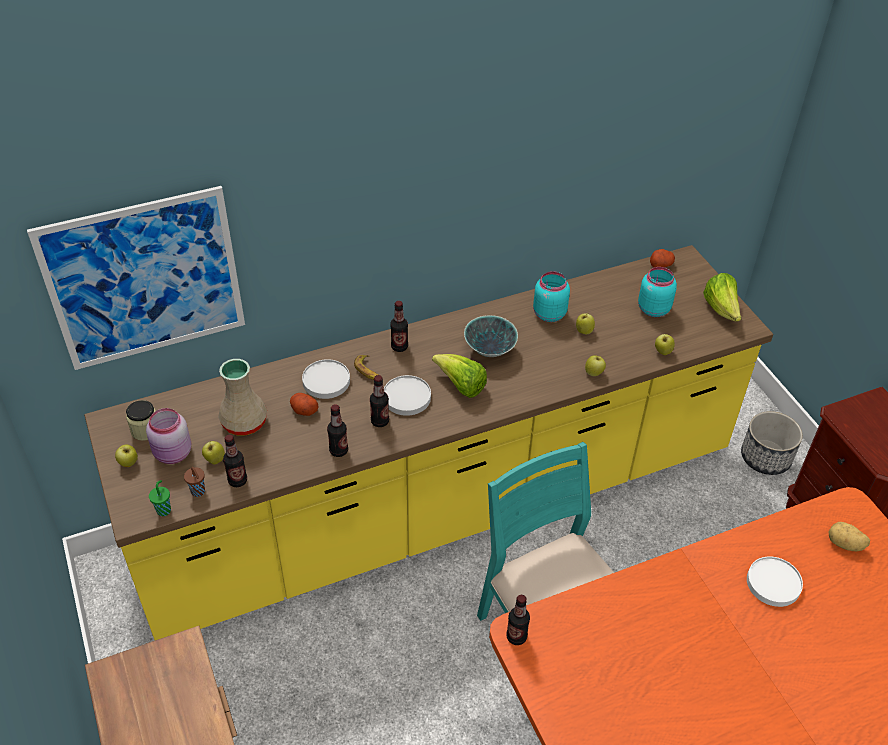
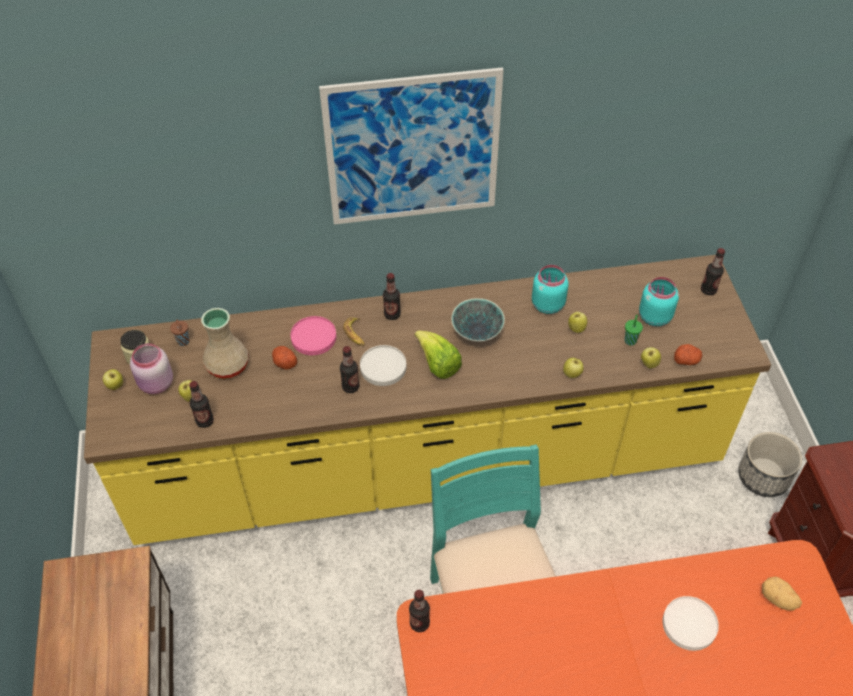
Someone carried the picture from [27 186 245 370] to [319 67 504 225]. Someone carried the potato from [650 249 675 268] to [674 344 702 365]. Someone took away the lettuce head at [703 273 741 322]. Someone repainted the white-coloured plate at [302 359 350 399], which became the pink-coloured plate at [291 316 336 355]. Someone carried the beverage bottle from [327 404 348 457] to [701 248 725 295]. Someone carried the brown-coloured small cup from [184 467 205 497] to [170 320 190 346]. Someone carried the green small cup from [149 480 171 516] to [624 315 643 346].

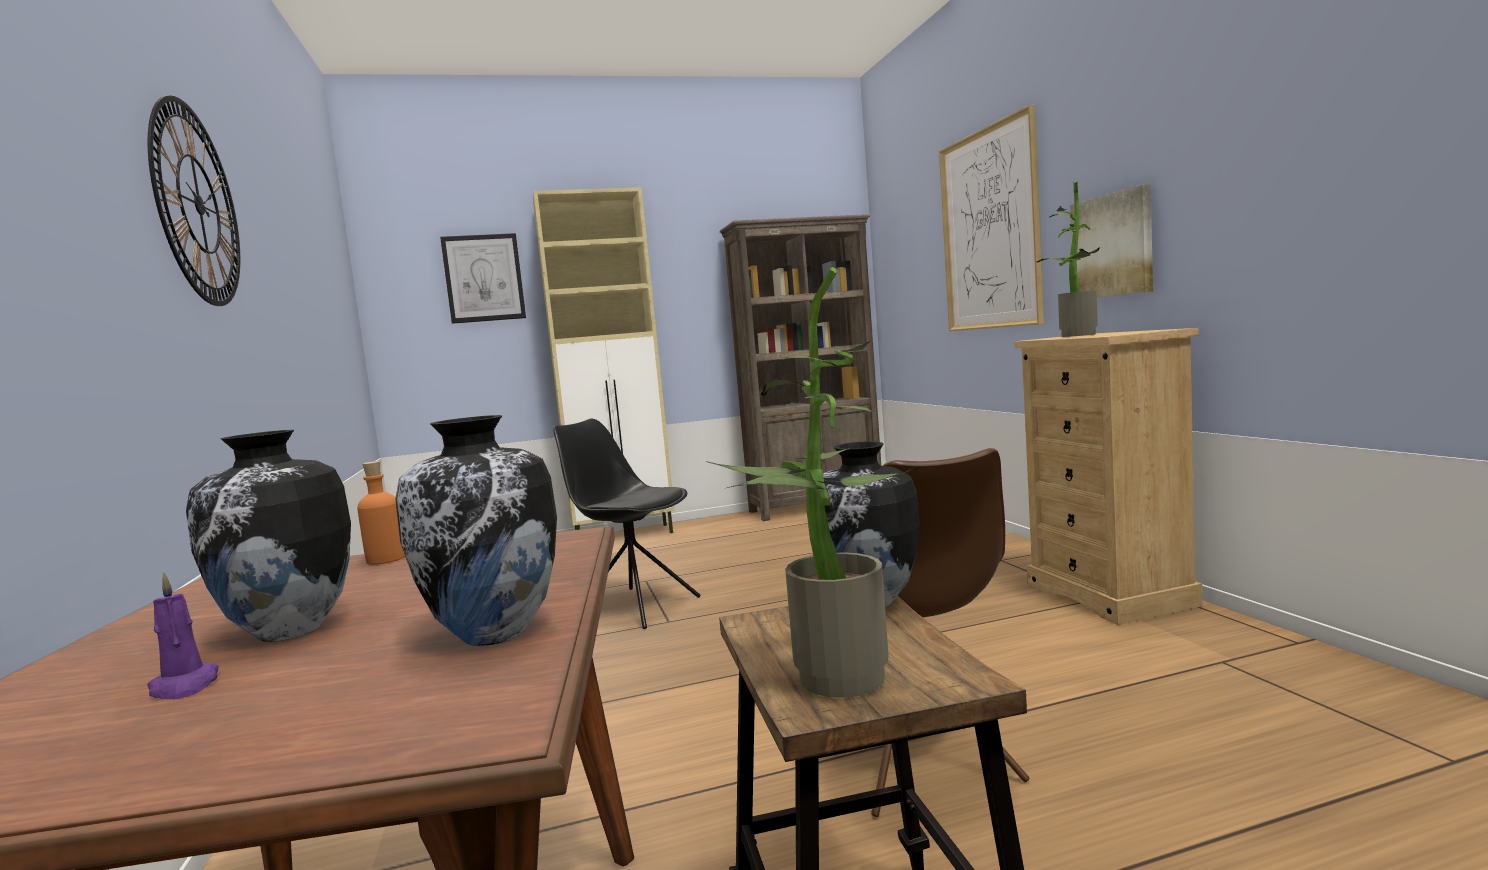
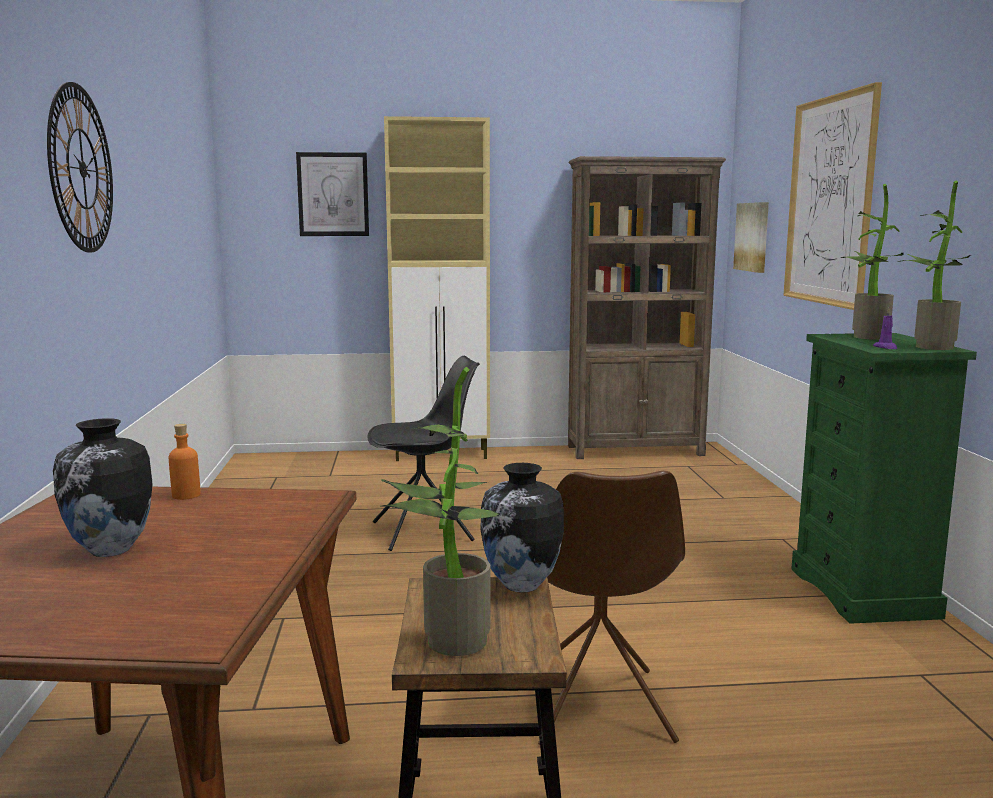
Someone carried the picture from [1070 184 1153 298] to [733 202 769 273]. Someone repainted the beige chest of drawers at [1014 328 1203 625], which became the green chest of drawers at [791 333 977 624]. Someone took away the flower vase at [395 415 557 646]. Someone rotated the blackish upright chair at [553 419 701 629] by 120 degrees clockwise. Someone carried the purple candle from [147 573 219 699] to [873 308 897 349]. Someone put down the houseplant at [898 180 971 350].

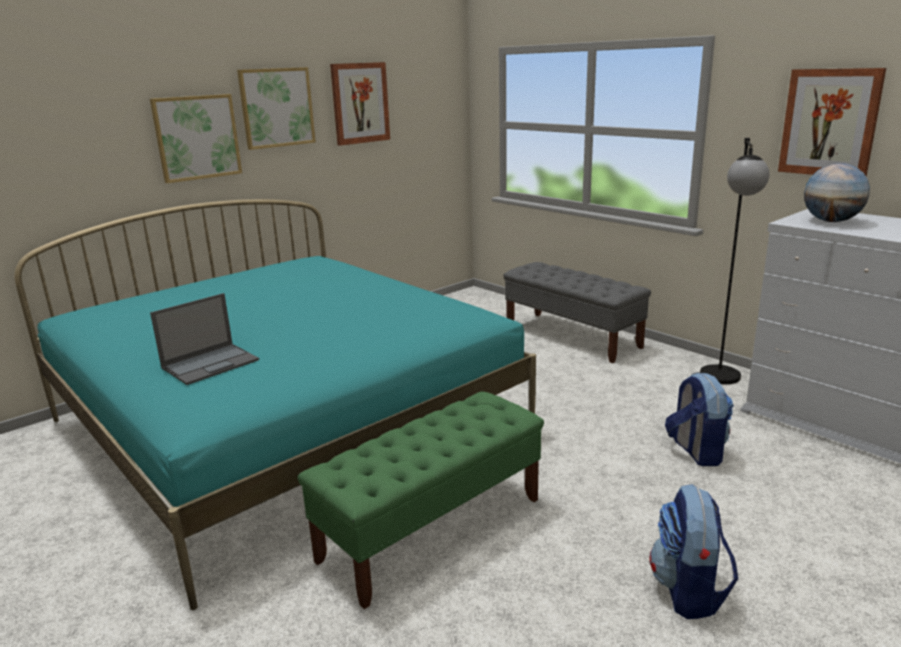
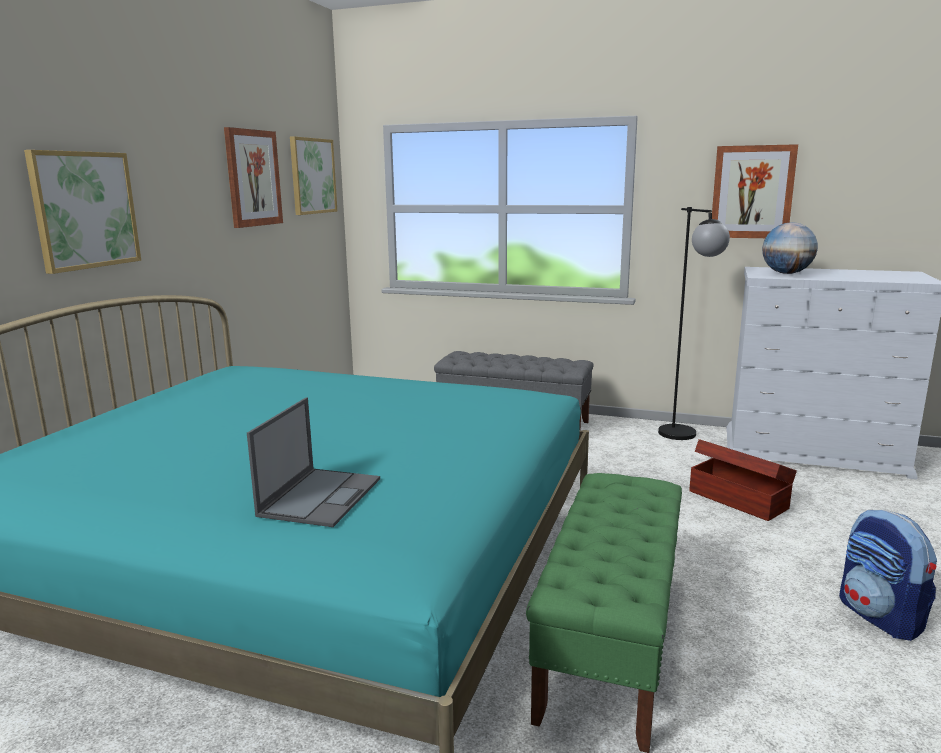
Someone carried the picture from [237 67 316 150] to [290 136 337 215]. Someone swapped the knapsack at [665 372 734 466] for the brown-coloured storage container at [689 439 797 521].

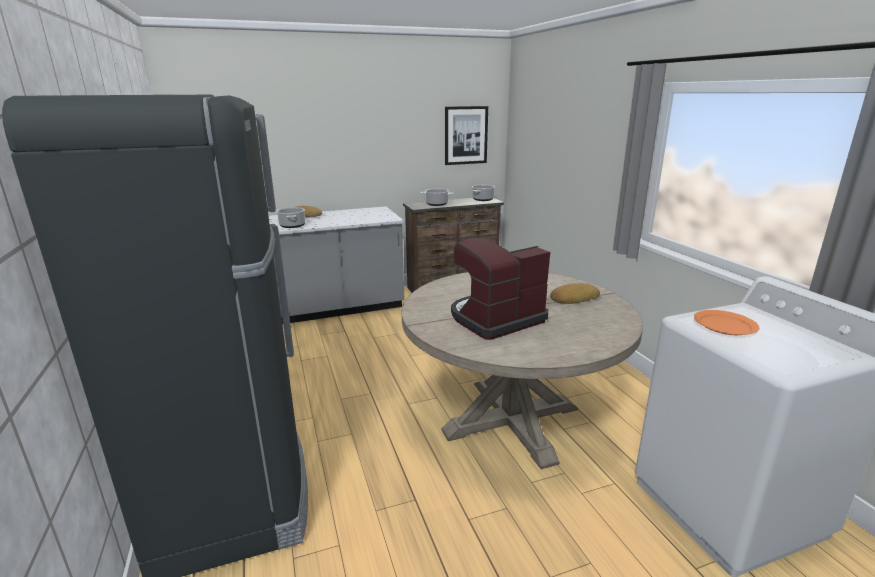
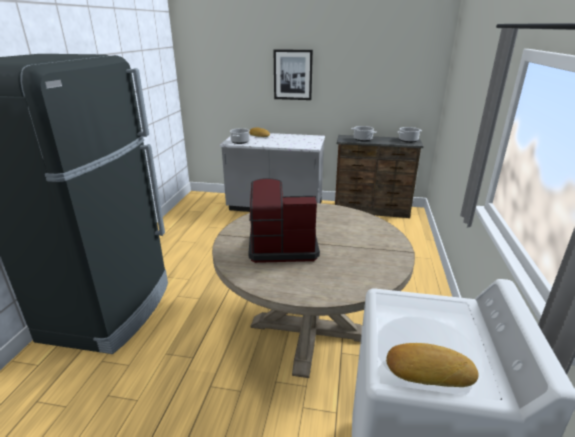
Someone carried the picture from [445 106 488 165] to [274 49 313 100]. Someone carried the bread from [550 283 600 304] to [386 343 479 387]. Someone took away the orange-coloured plate at [694 310 759 335].

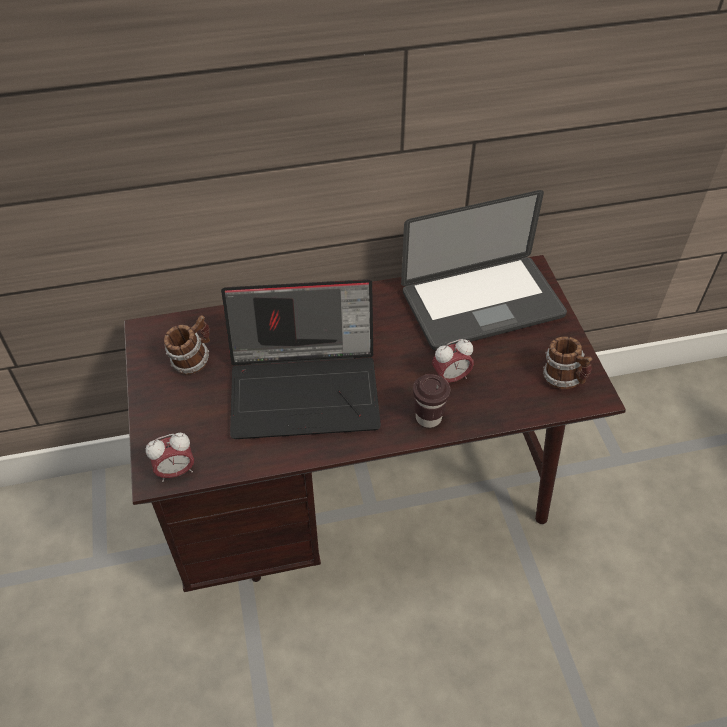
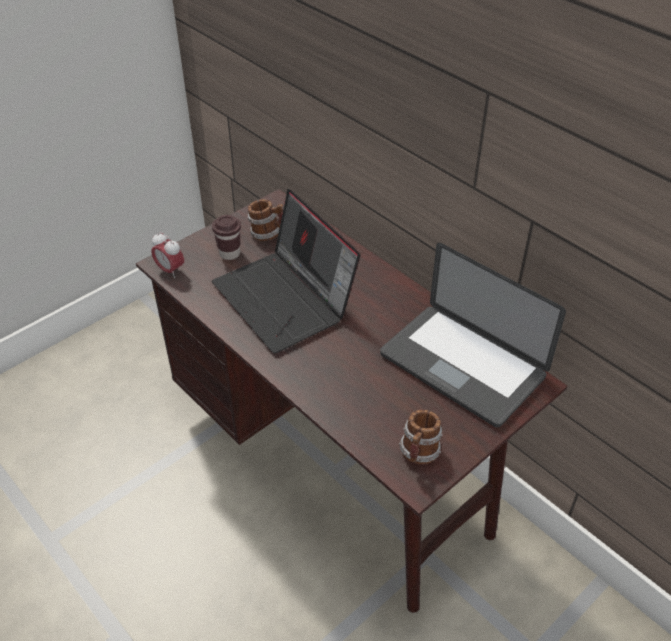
Someone took away the table clock at [432 339 474 383]. Someone carried the brown-coloured small cup from [413 374 450 428] to [212 215 241 260].

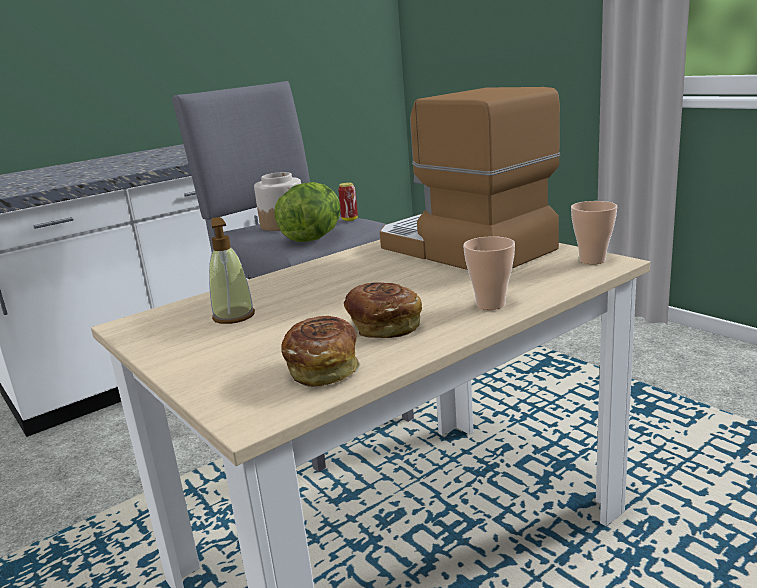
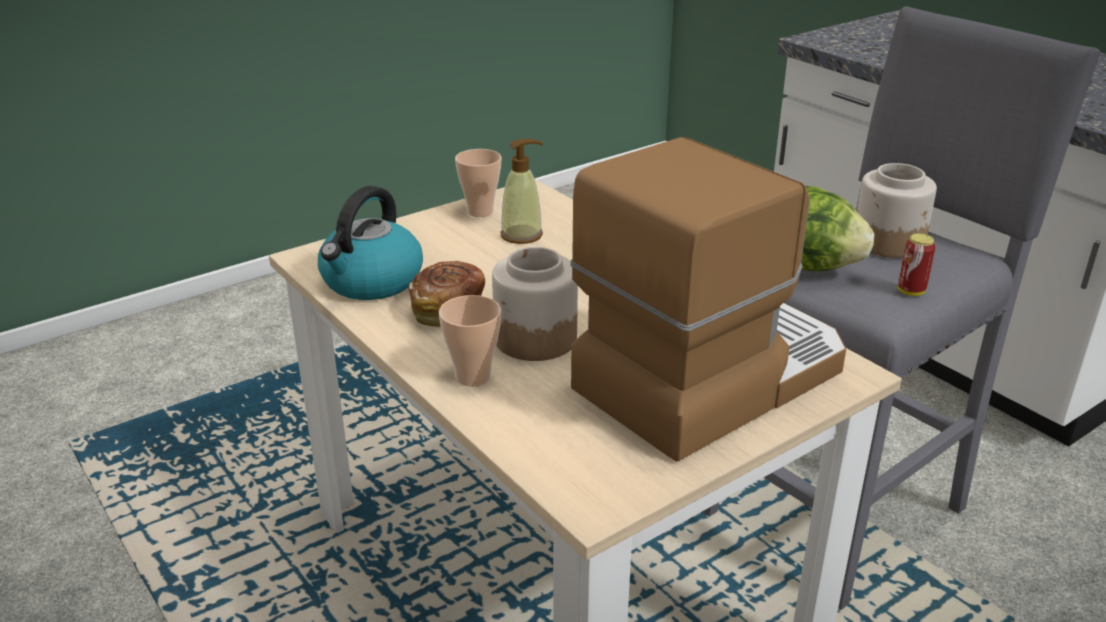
Someone carried the small cup from [571 201 617 264] to [455 149 502 217]. Someone swapped the bread at [281 316 360 387] for the kettle at [318 186 423 300]. Someone put down the storage jar at [492 247 578 361].

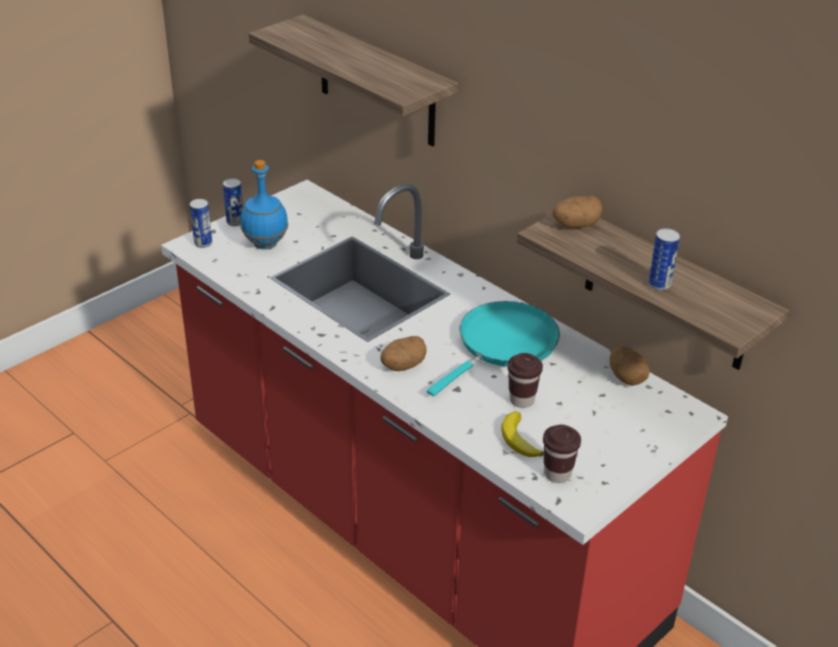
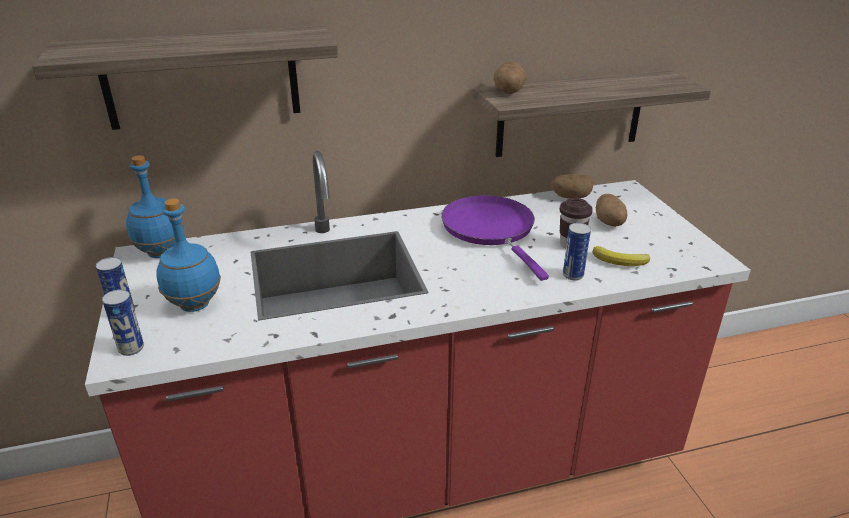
Someone carried the can from [648 228 680 291] to [563 223 591 280]. Someone repainted the blue-green pan at [427 301 560 396], which became the purple pan at [441 195 549 281]. Someone carried the potato from [380 336 427 371] to [596 194 628 227]. Someone took away the brown-coloured small cup at [543 425 581 483]. Someone put down the bluish beverage bottle at [126 155 184 258].

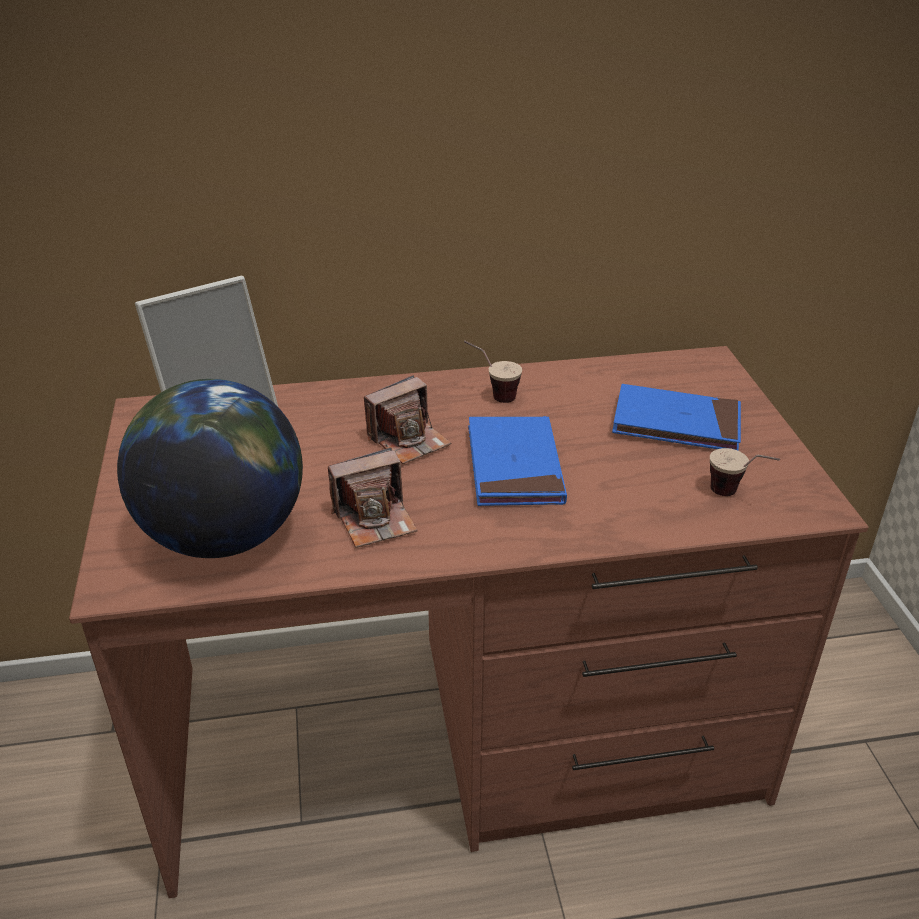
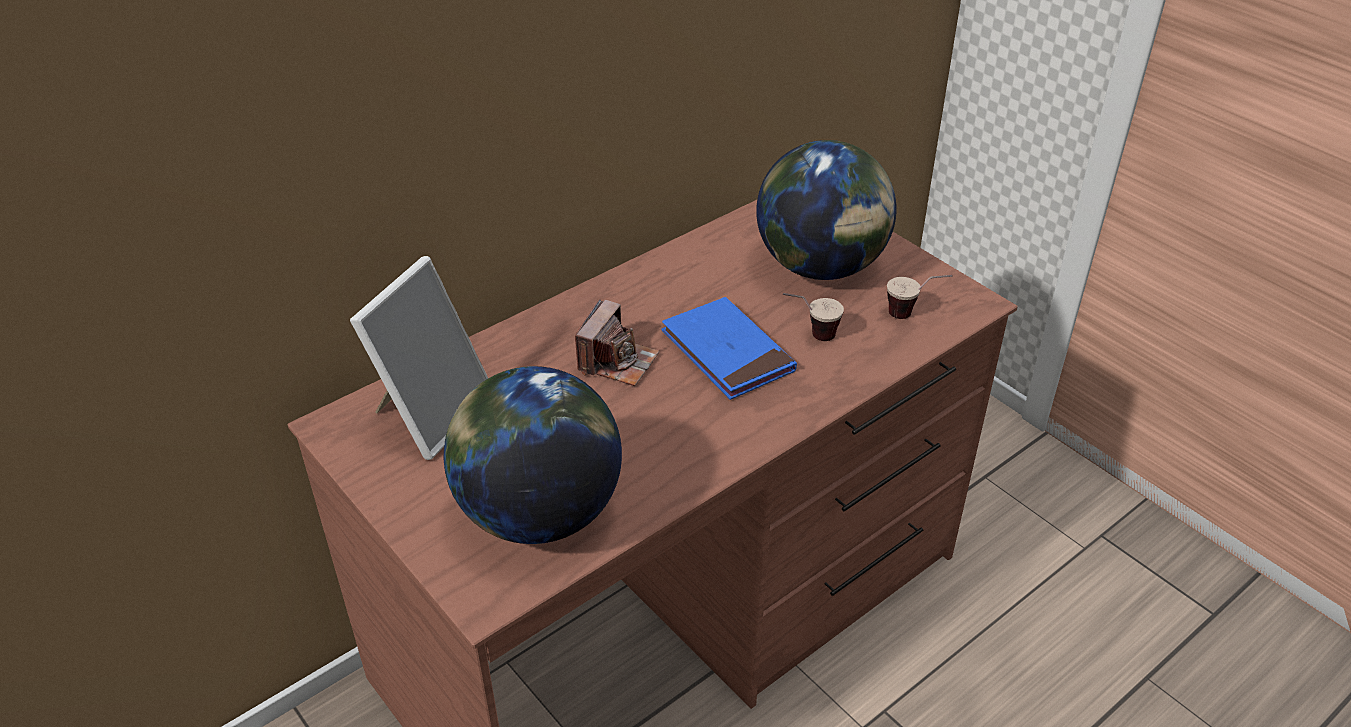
Someone carried the small cup from [464 340 522 403] to [783 293 844 341]. Someone swapped the bluish bound book at [612 384 741 451] for the desk globe at [756 140 896 280]. Someone took away the photo camera at [328 447 418 548].

